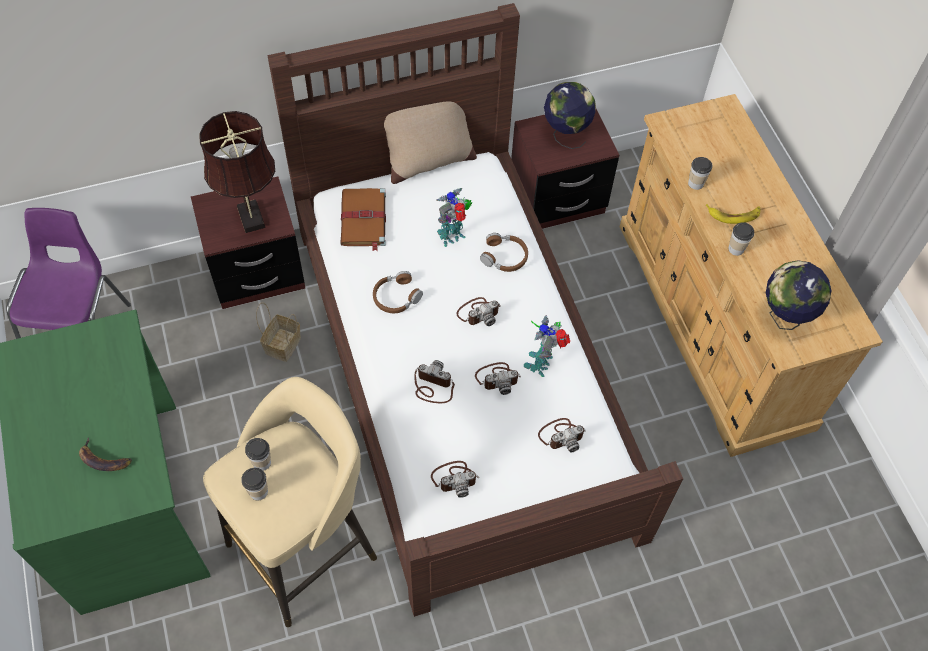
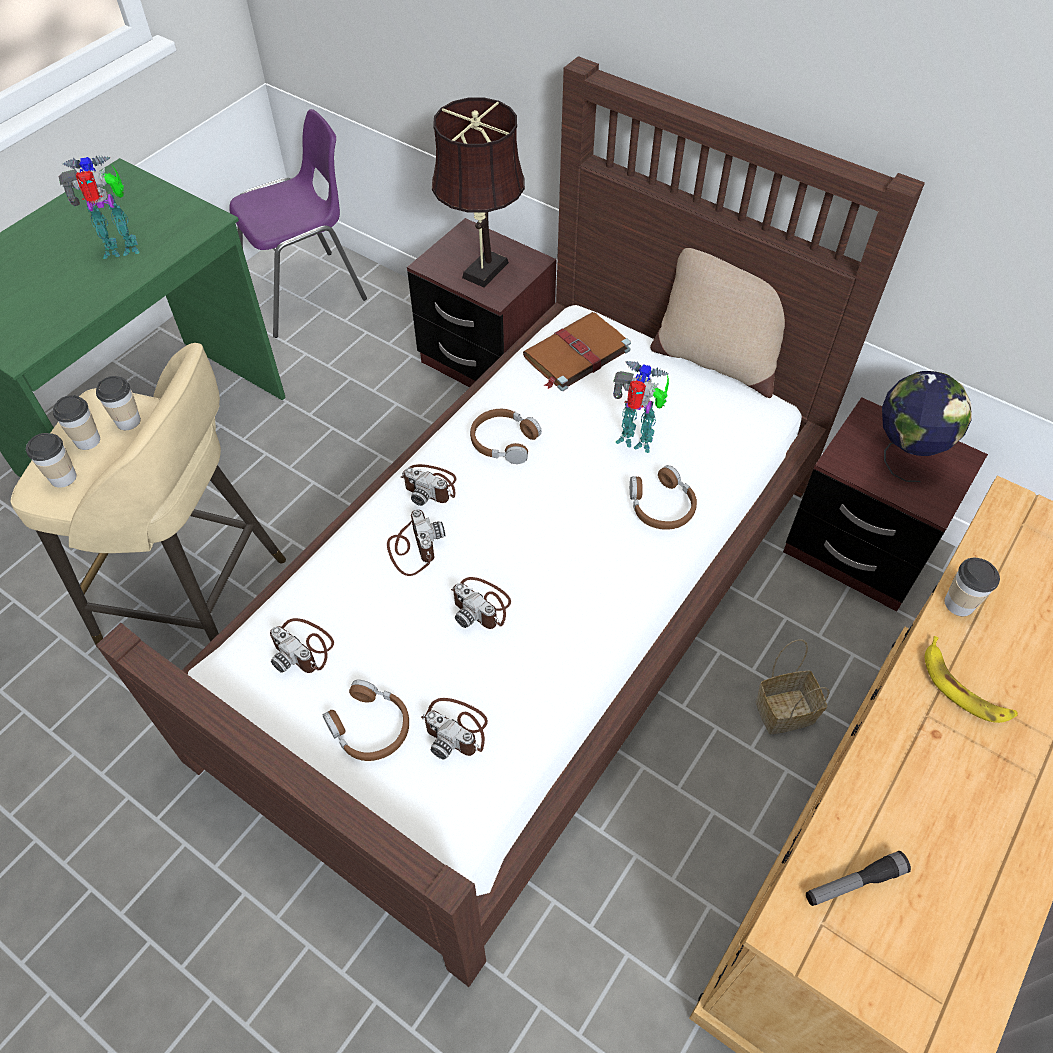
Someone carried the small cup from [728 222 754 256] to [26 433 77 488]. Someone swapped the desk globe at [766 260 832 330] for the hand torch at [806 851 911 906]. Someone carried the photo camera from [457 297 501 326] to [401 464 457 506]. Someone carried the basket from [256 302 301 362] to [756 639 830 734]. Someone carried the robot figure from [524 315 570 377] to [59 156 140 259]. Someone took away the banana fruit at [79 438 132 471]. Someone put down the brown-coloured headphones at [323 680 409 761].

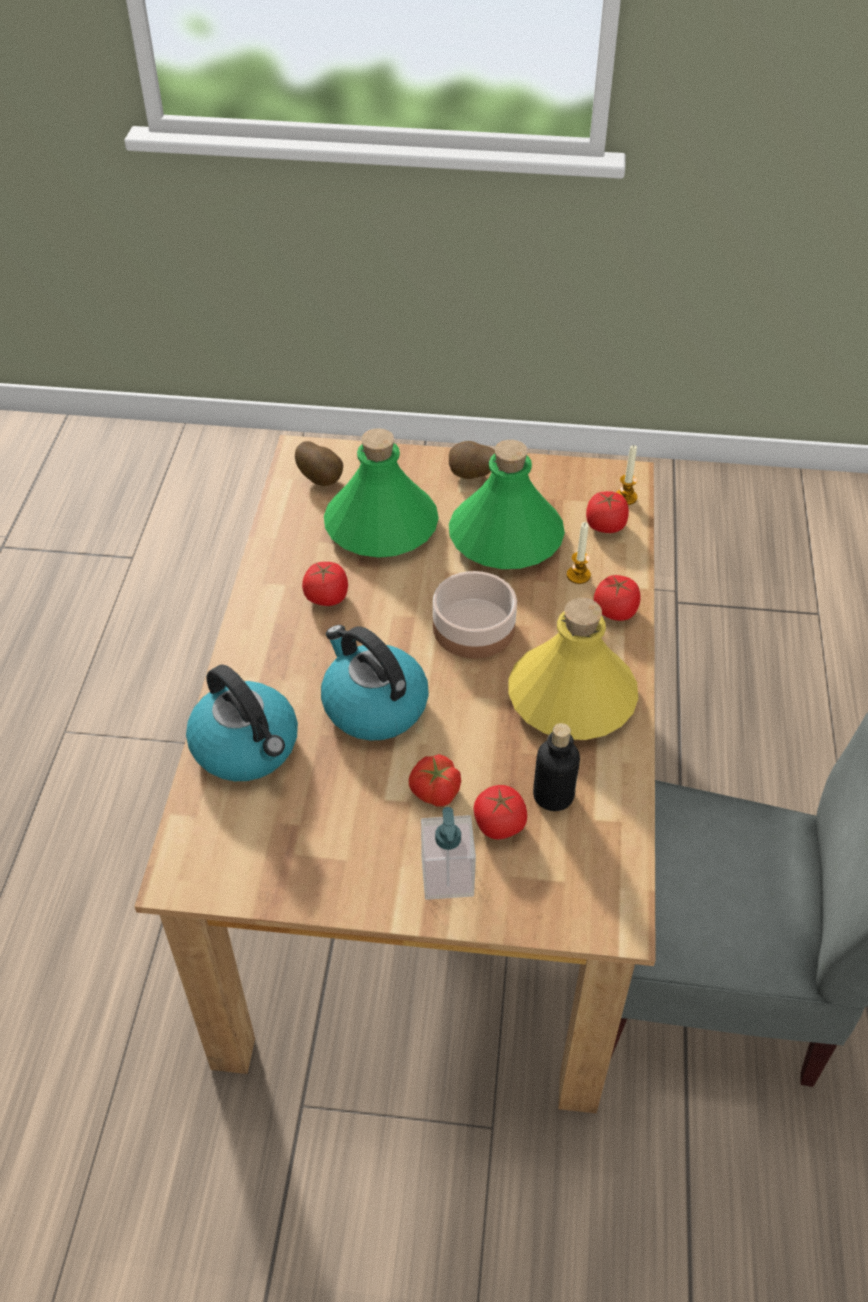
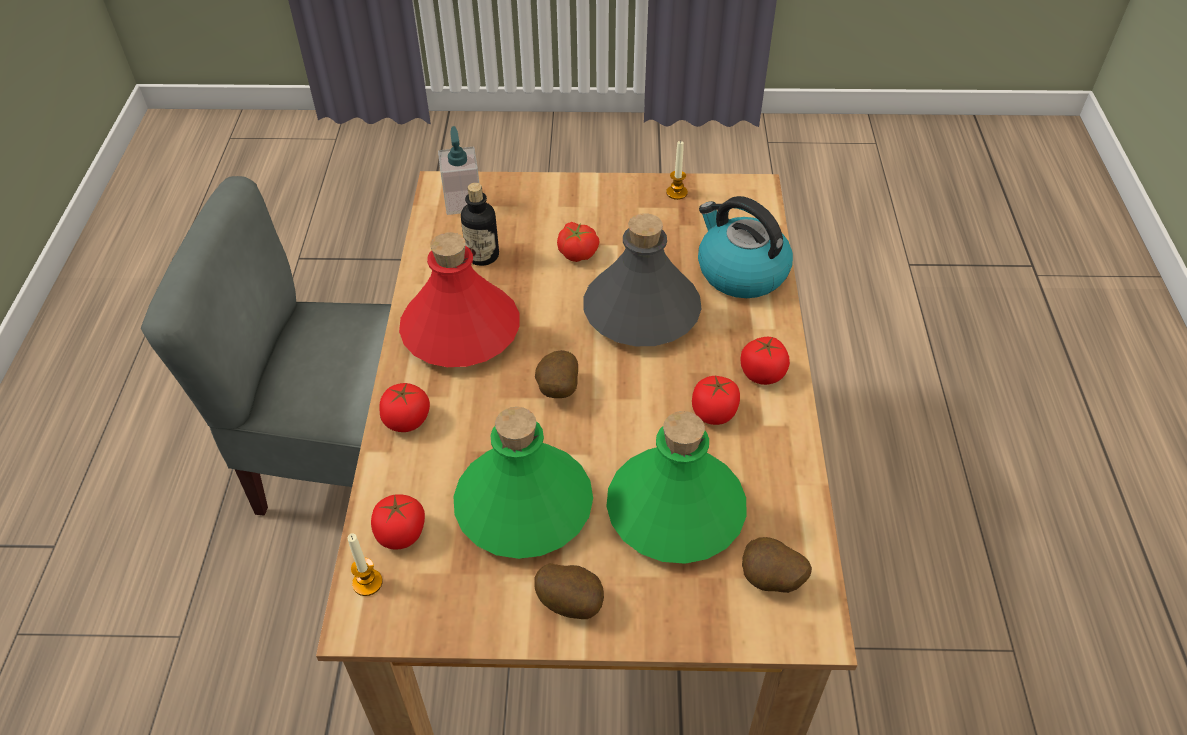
Someone carried the candle from [567 522 591 584] to [666 140 688 200]. Someone swapped the bowl at [433 571 517 659] for the potato at [535 350 578 398]. Someone repainted the yellow-coloured beverage bottle at [508 598 638 740], which became the reddish beverage bottle at [399 232 519 367]. Someone swapped the kettle at [321 625 429 741] for the grey beverage bottle at [583 213 702 346]. Someone carried the tomato from [474 785 527 839] to [740 337 790 385]. Someone carried the soap bottle from [421 807 476 900] to [438 126 479 215].

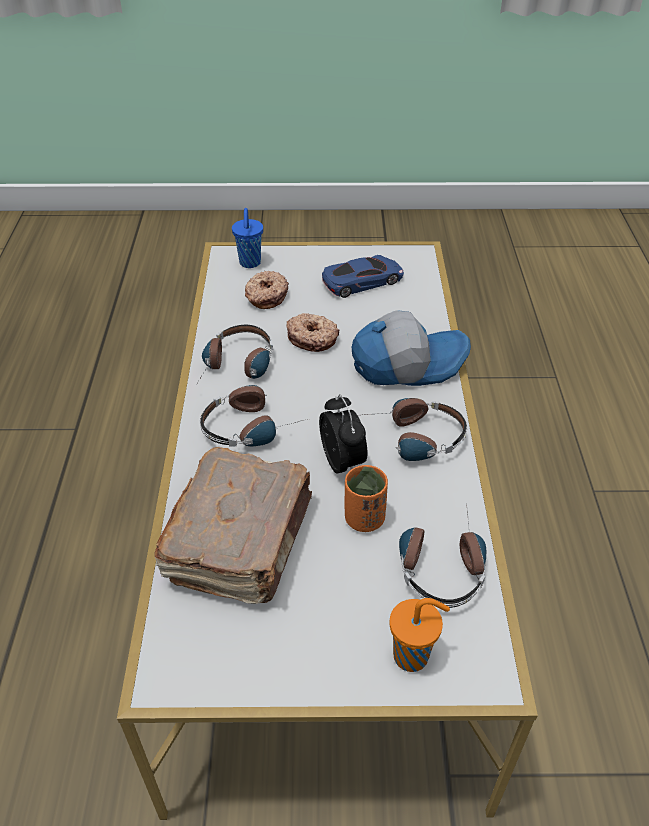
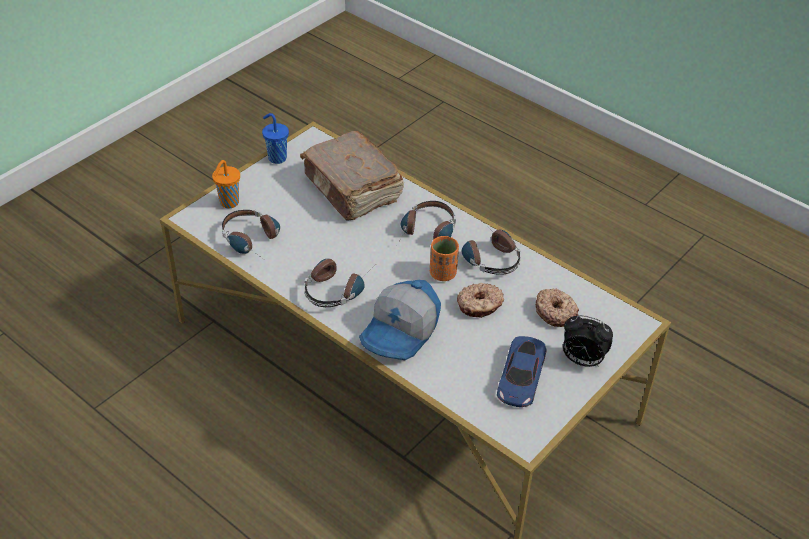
Someone carried the bluish small cup from [232 208 263 268] to [262 113 289 164]. Someone carried the table clock from [319 394 367 474] to [563 315 613 367]. Someone carried the orange-coloured small cup from [344 465 388 532] to [430 236 459 281].

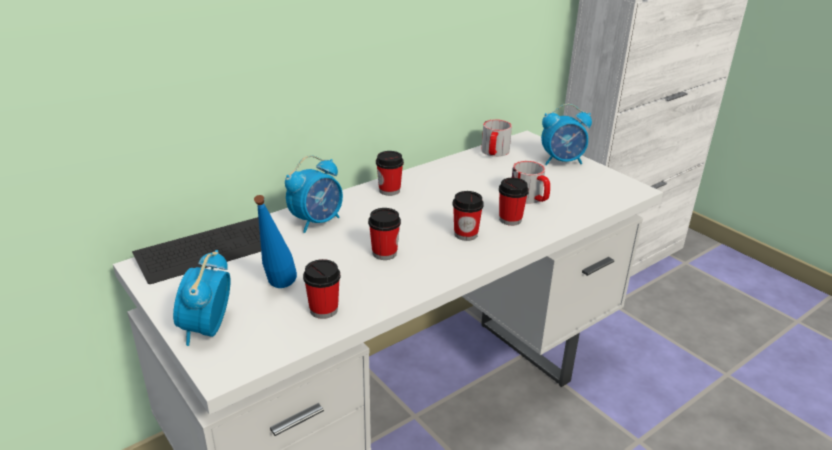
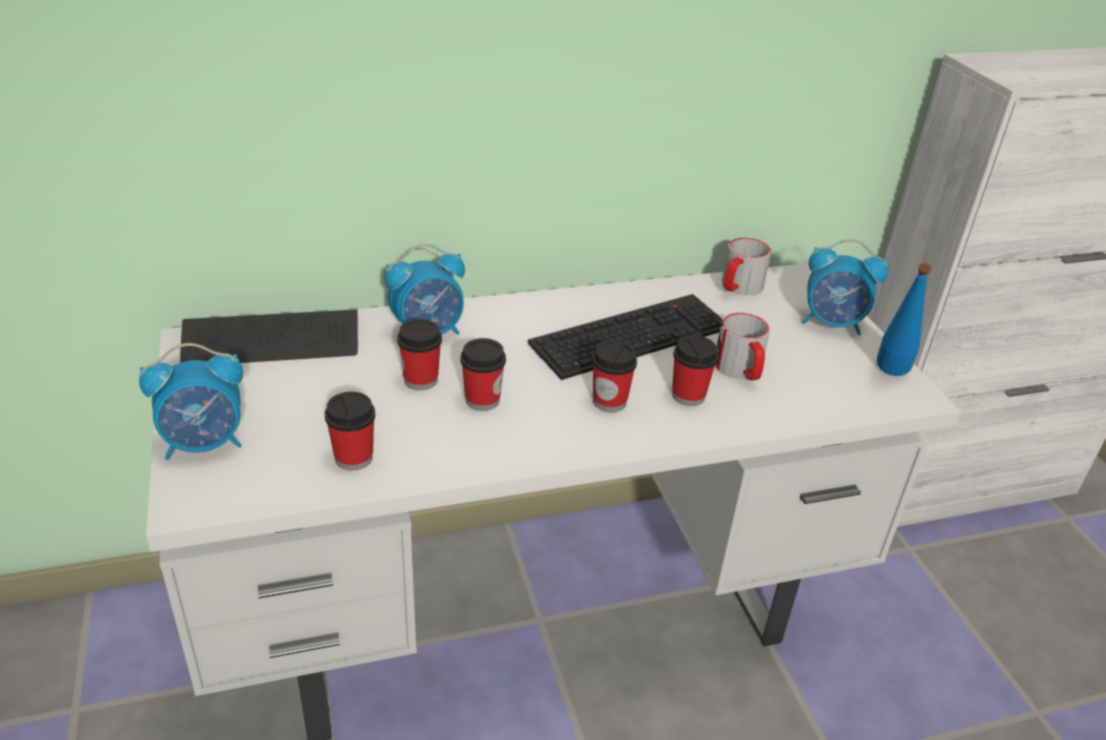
Someone carried the small cup from [376 151 404 196] to [397 319 442 390]. Someone carried the bluish beverage bottle from [254 195 297 288] to [877 263 931 376]. Someone rotated the table clock at [173 250 231 346] by 135 degrees counterclockwise. Someone put down the PC keyboard at [528 294 722 380].

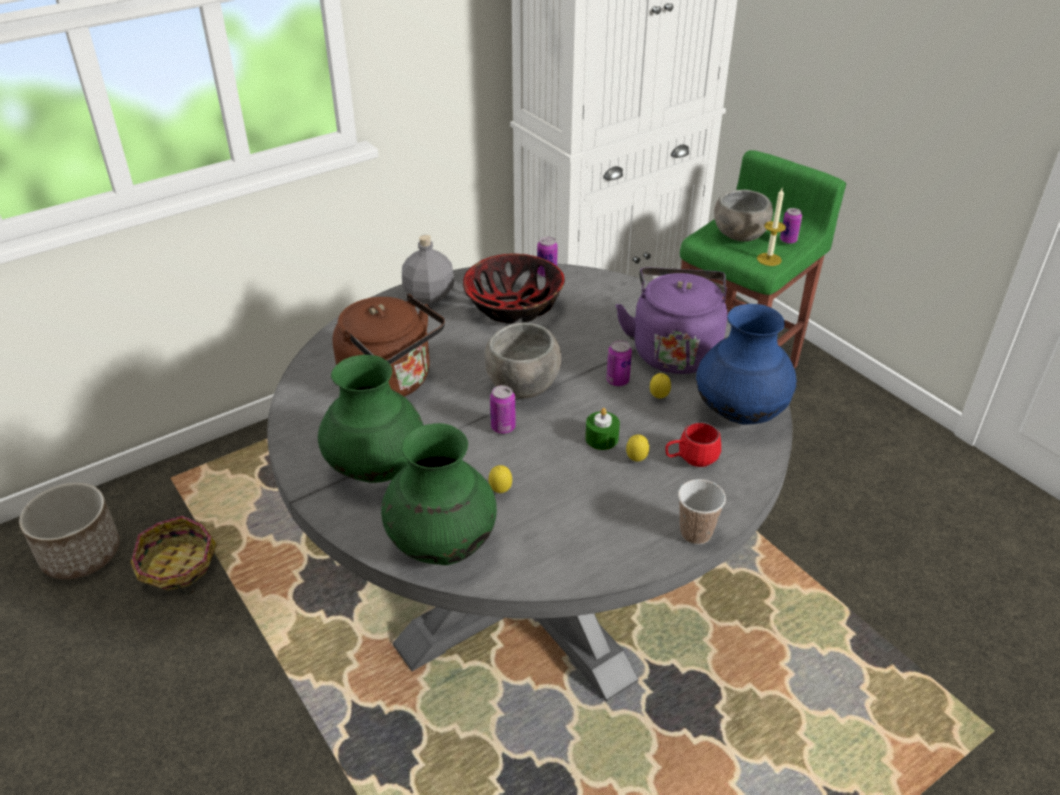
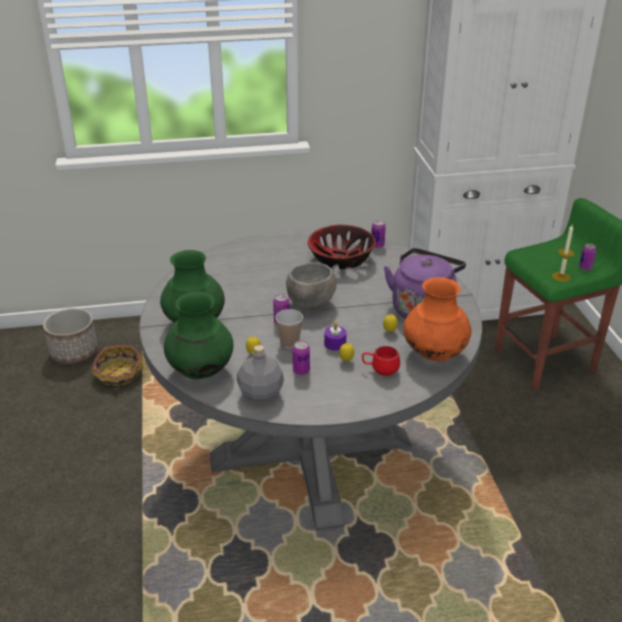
Someone took away the grey bowl at [714 190 773 242]. Someone carried the grey beverage bottle from [402 235 455 304] to [237 345 284 402]. Someone took away the brown-coloured kettle at [333 294 445 397]. Someone repainted the bluish flower vase at [696 304 797 424], which became the orange-coloured flower vase at [403 277 471 361]. Someone carried the can from [606 340 632 386] to [292 341 310 375]. Someone repainted the green candle at [585 408 620 450], which became the purple candle at [324 322 346 351]. Someone carried the small cup from [678 479 726 544] to [275 309 303 348].

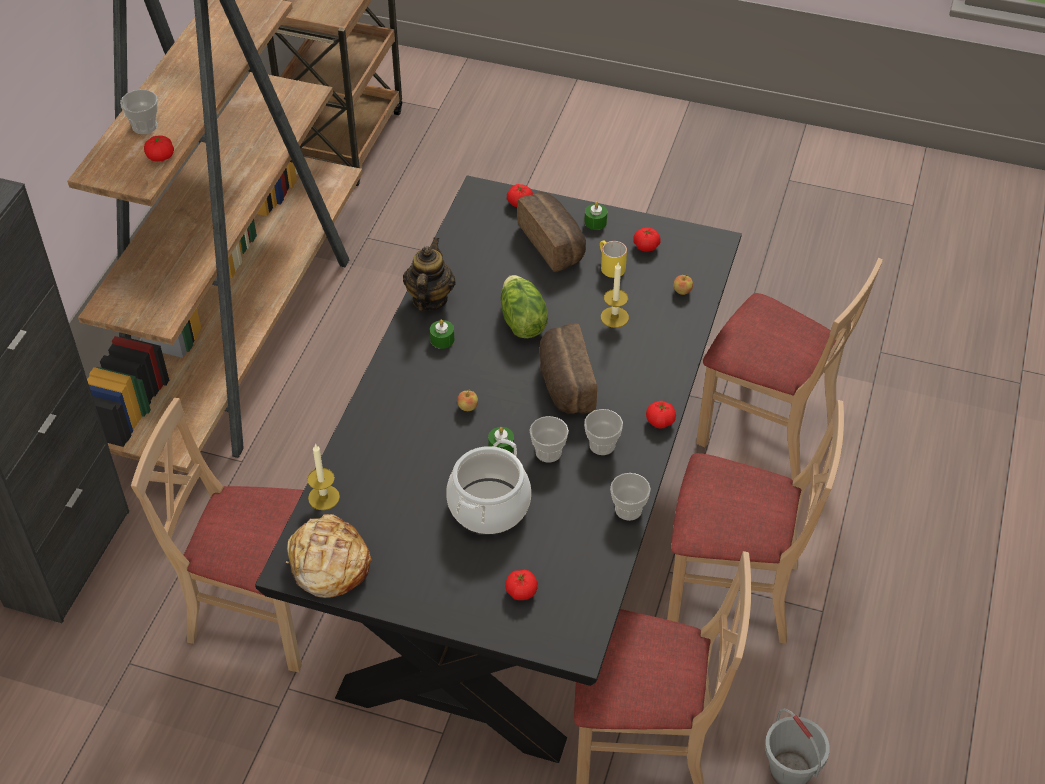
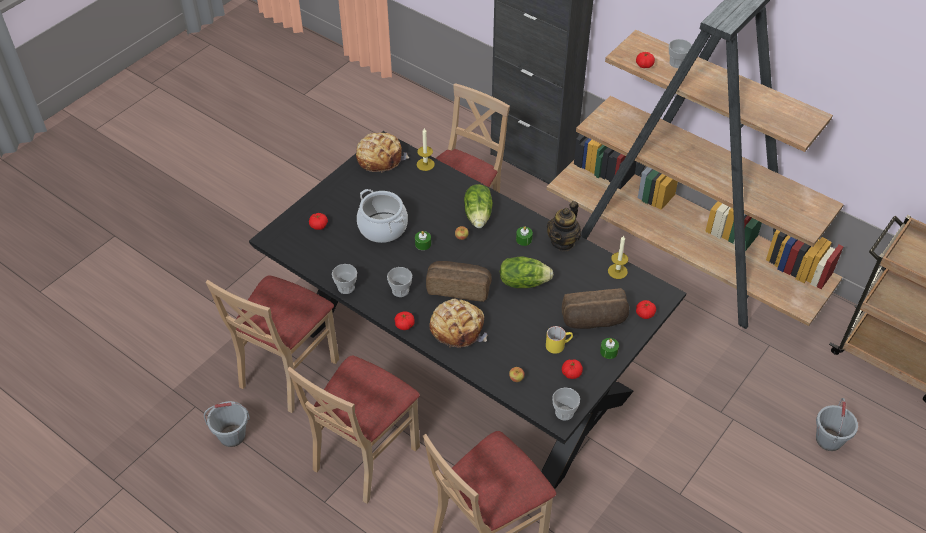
Someone rotated the teapot at [403 237 456 311] by 90 degrees clockwise. Someone carried the candle from [601 263 629 328] to [608 236 628 279]. Someone carried the small cup from [530 416 569 463] to [552 387 580 420]. Someone put down the lettuce head at [464 184 493 228]. Someone put down the bread at [430 298 487 348]. Someone put down the grey water bucket at [816 398 858 451].

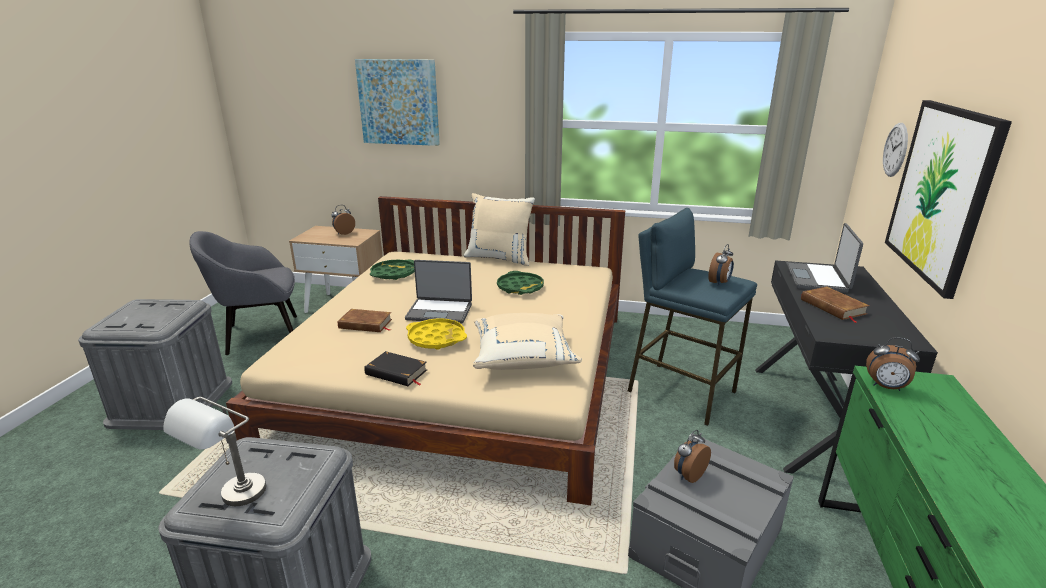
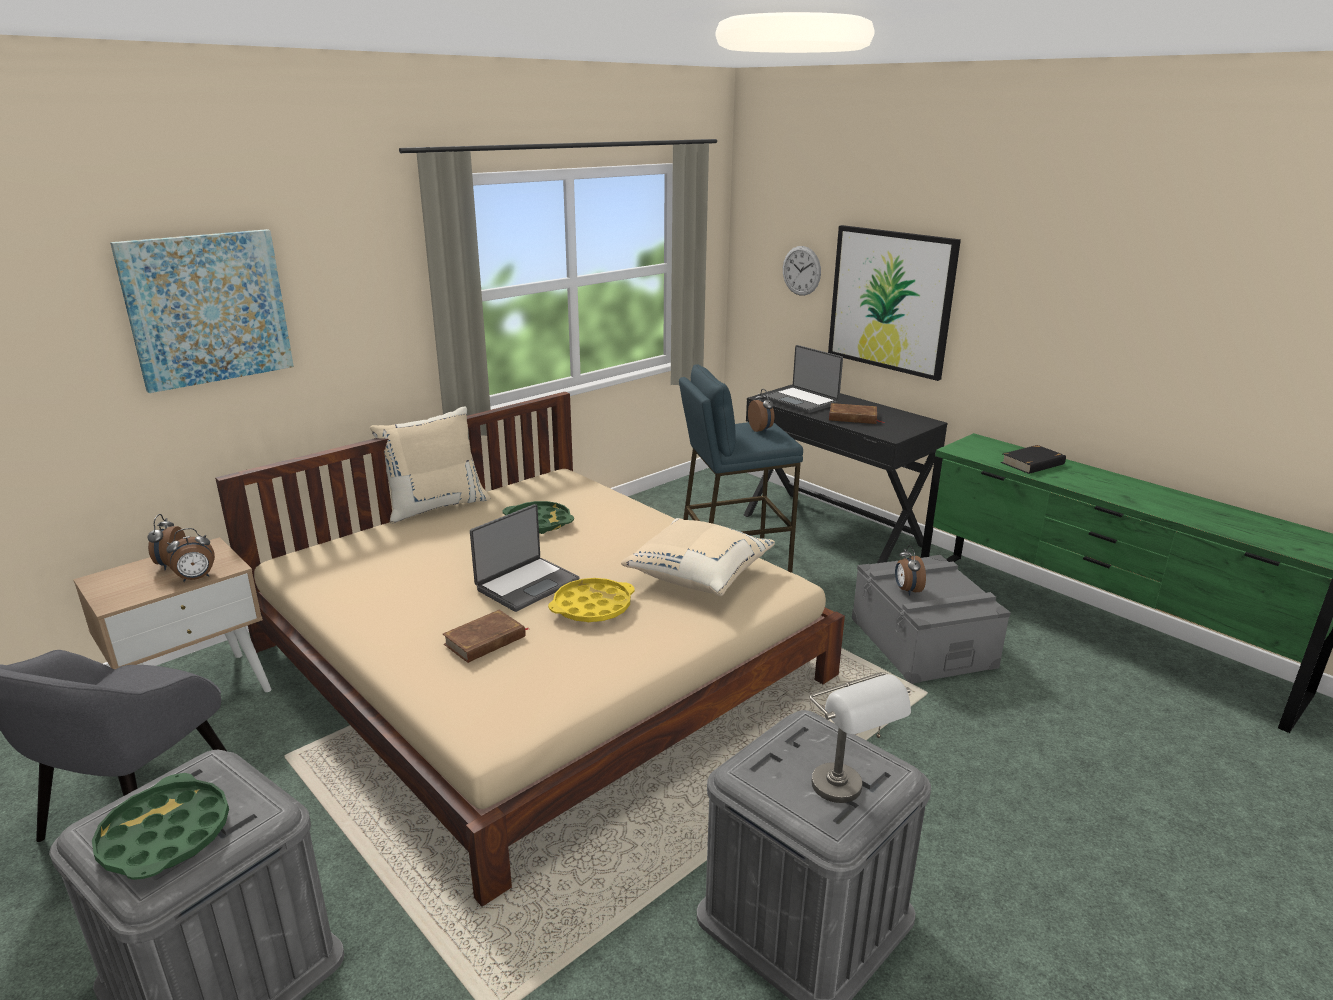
Someone carried the green carrying tray from [370 260 415 280] to [92 773 229 880]. Someone carried the table clock from [866 337 920 391] to [166 528 215 582]. Someone carried the blackish bound book from [364 351 427 386] to [1001 445 1066 474].

